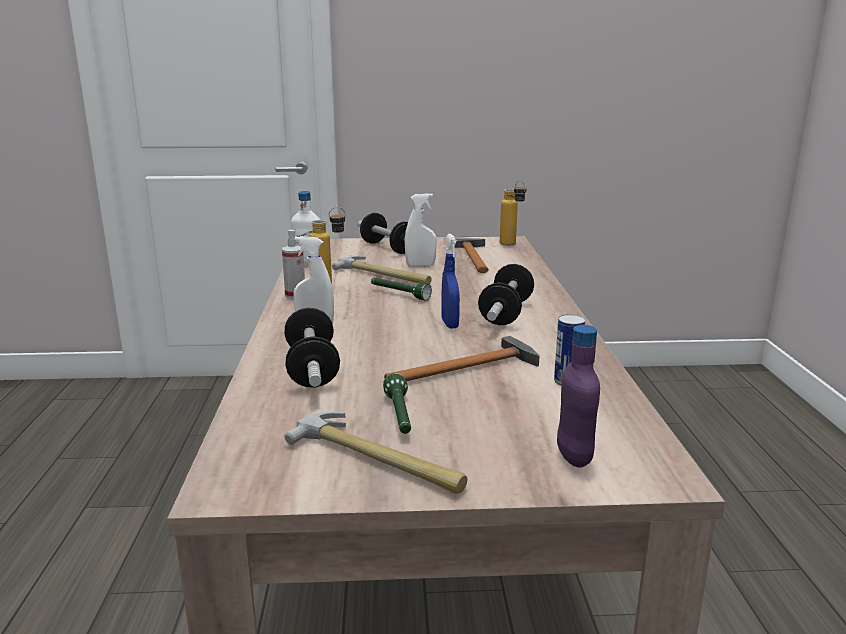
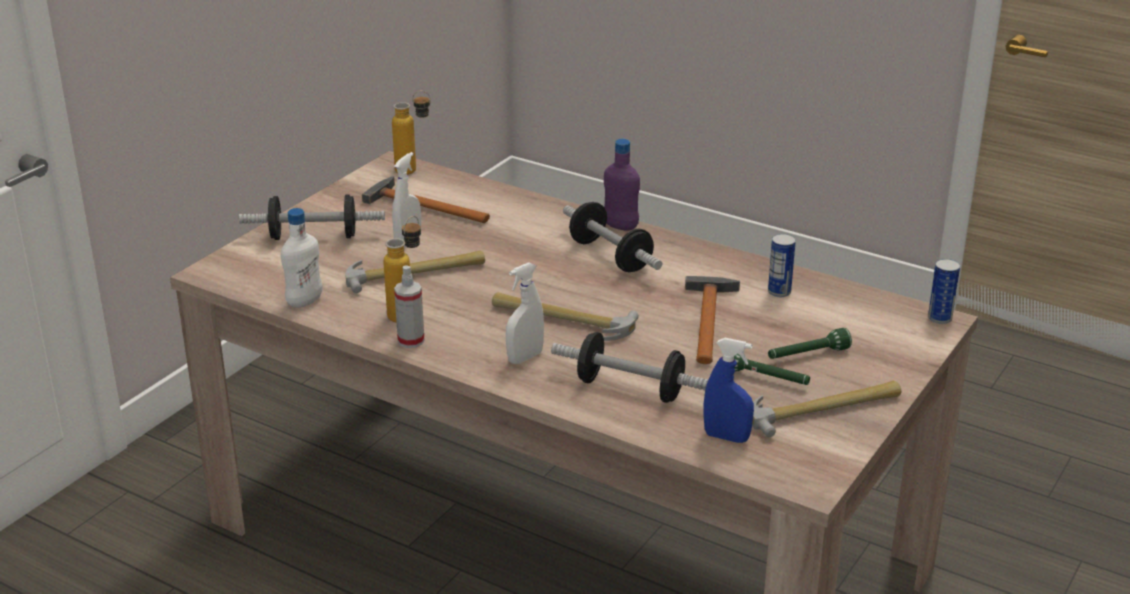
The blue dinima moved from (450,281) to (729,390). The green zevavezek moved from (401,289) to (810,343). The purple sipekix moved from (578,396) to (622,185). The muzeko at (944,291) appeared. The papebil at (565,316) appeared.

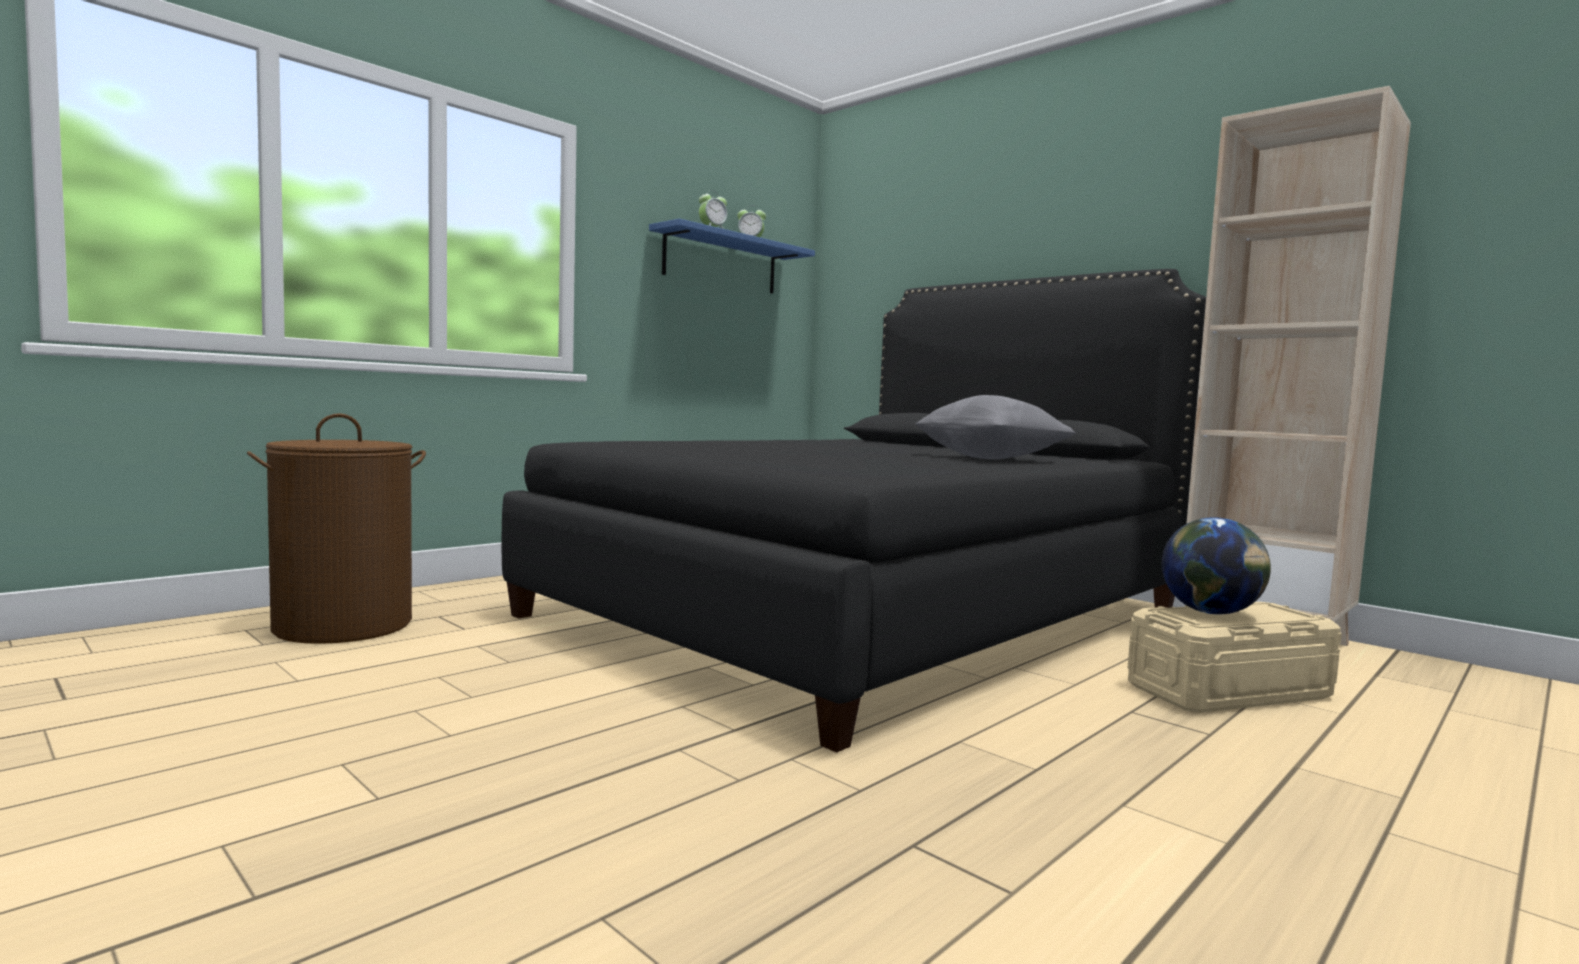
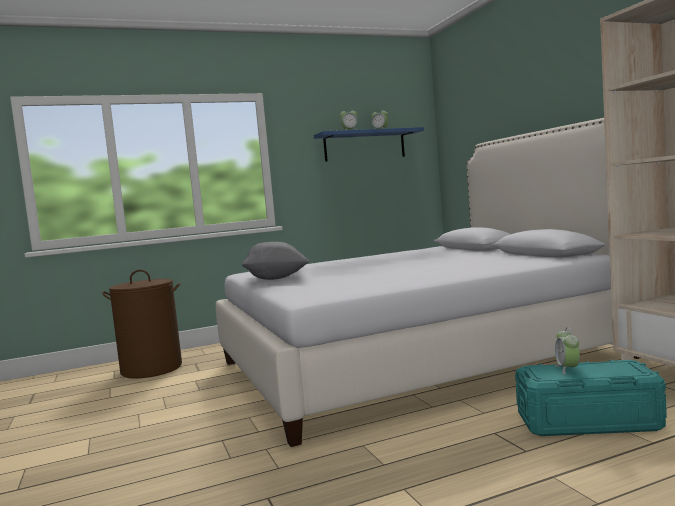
The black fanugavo at (854,511) became the white fanugavo at (428,282). The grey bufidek moved from (995,427) to (275,261). The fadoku at (1216,565) was replaced by the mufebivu at (567,351). The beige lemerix at (1235,657) became the turquoise lemerix at (591,398).

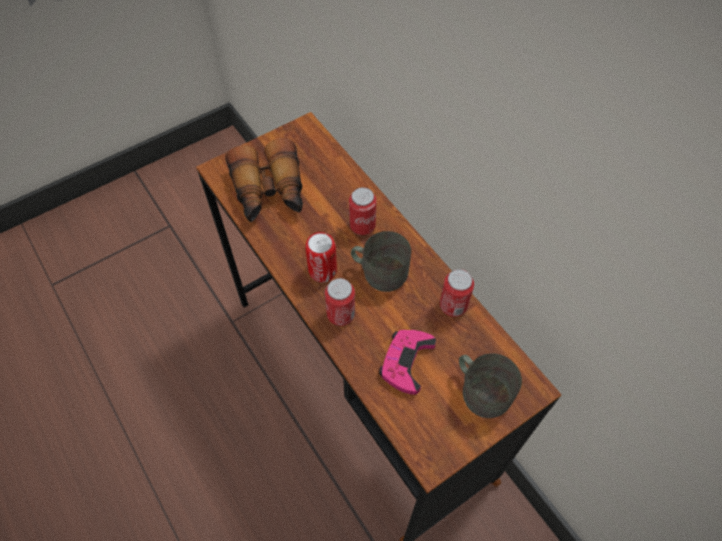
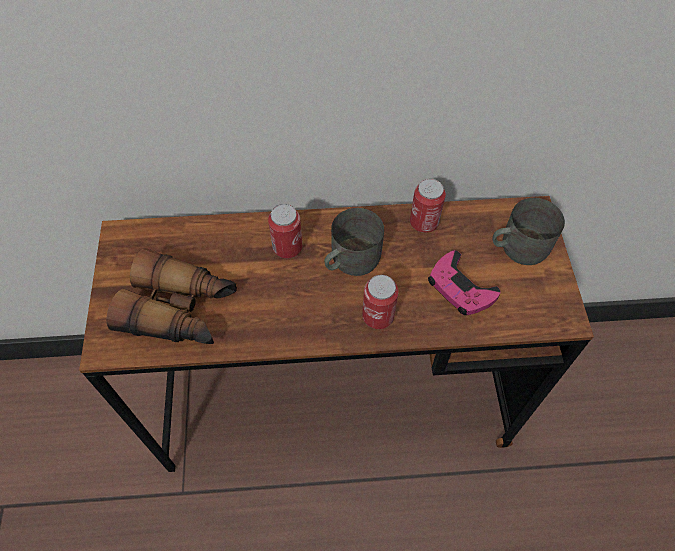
The muzeko at (321,257) disappeared.

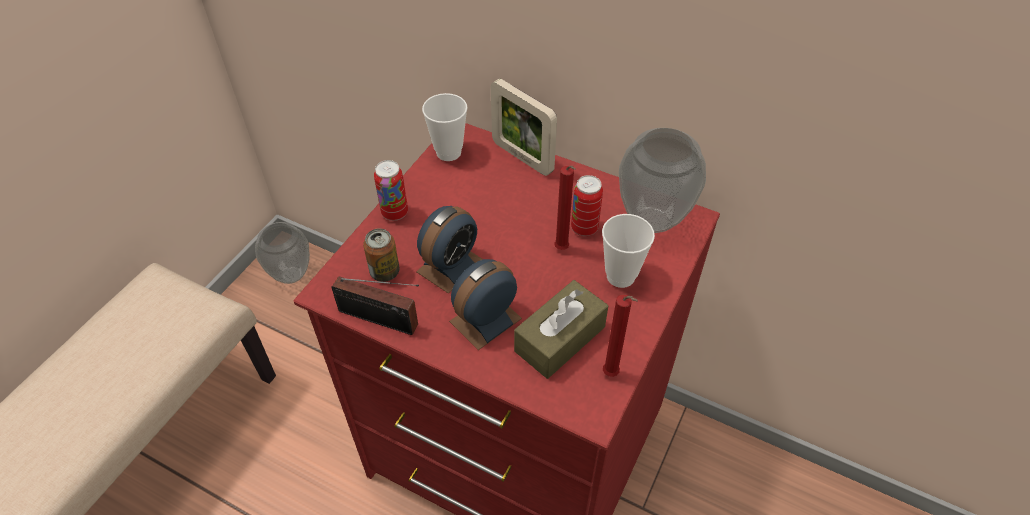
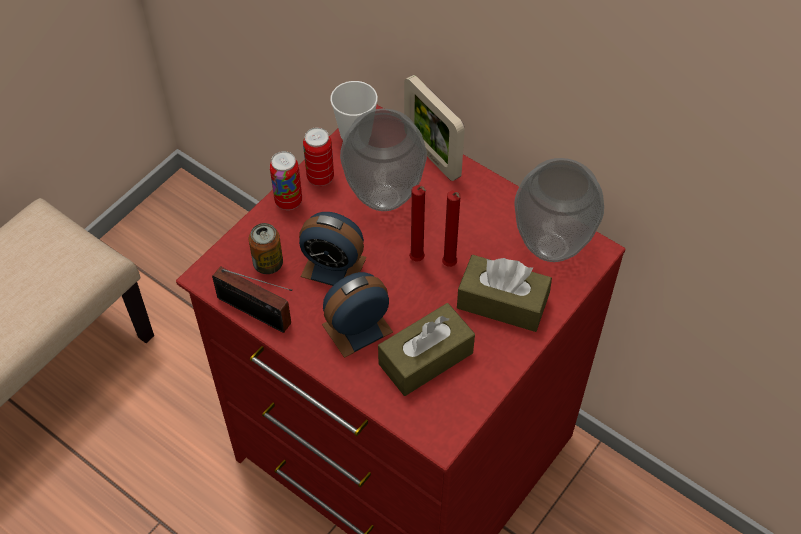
The muzeko moved from (587,205) to (318,156). The mufebivu at (449,250) turned 60 degrees clockwise. The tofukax at (628,251) was replaced by the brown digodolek at (504,293). The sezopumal moved from (282,253) to (383,160). The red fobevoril moved from (620,335) to (417,223).

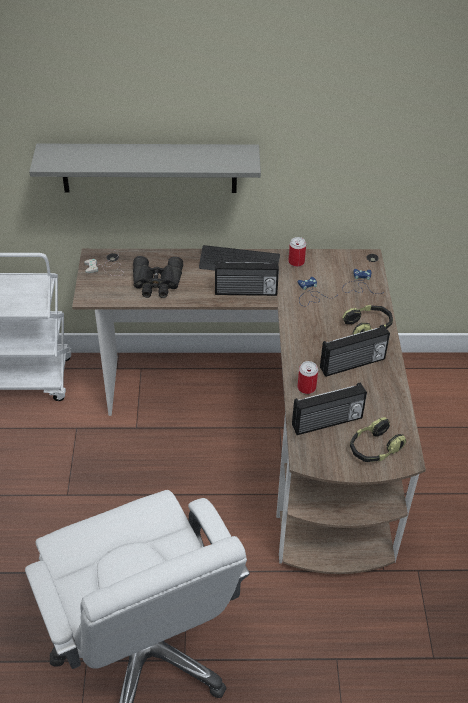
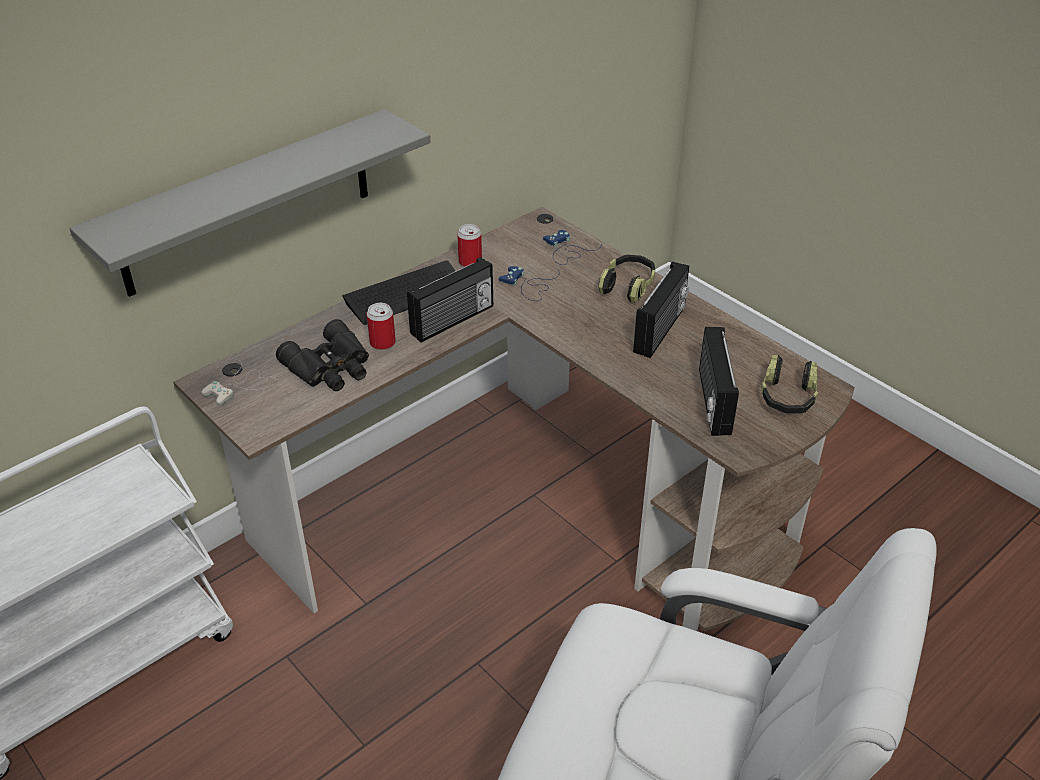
The muzeko moved from (307,377) to (381,326). The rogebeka at (329,408) turned 150 degrees clockwise.

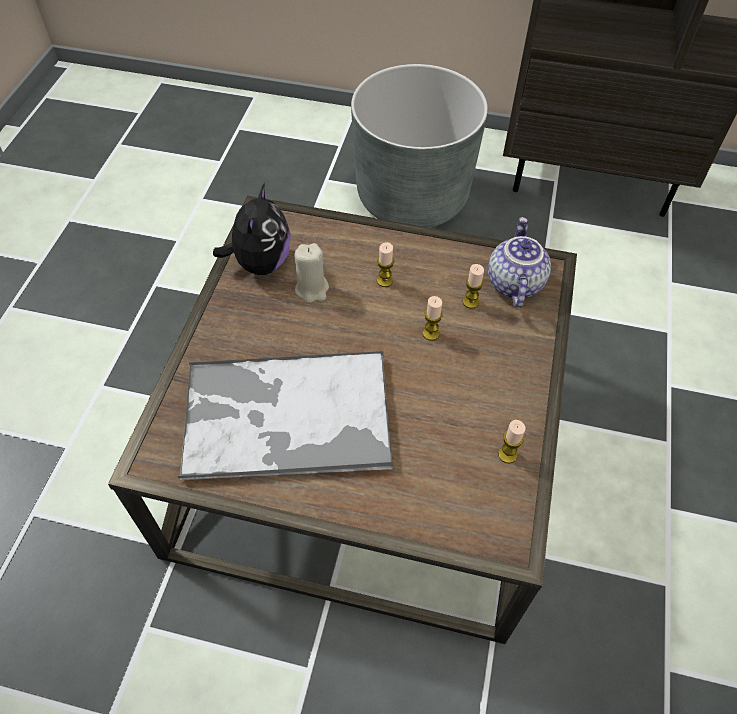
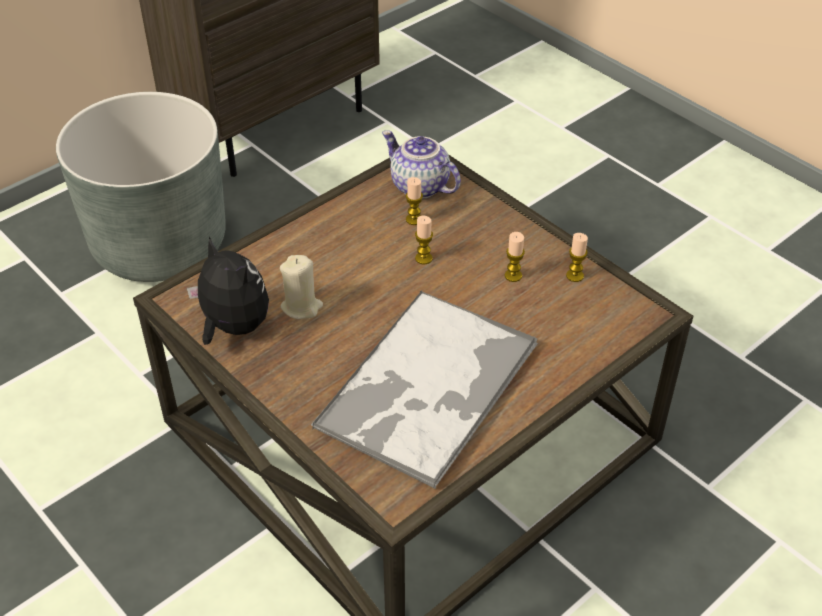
The fobevoril moved from (385,264) to (515,257).

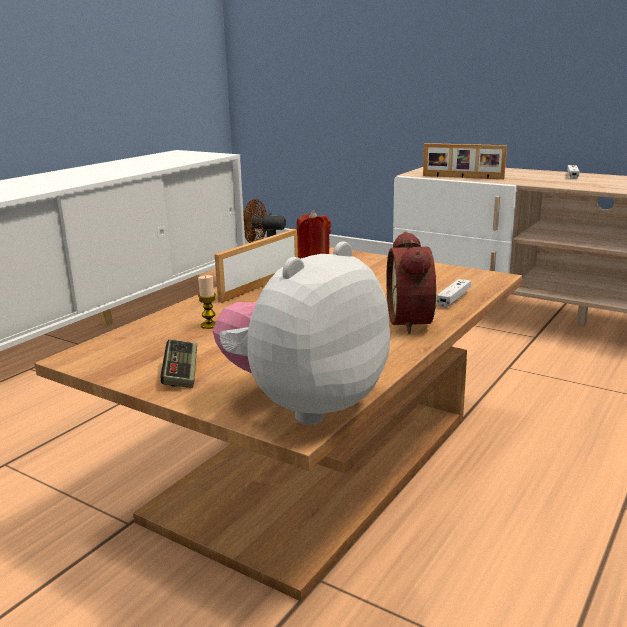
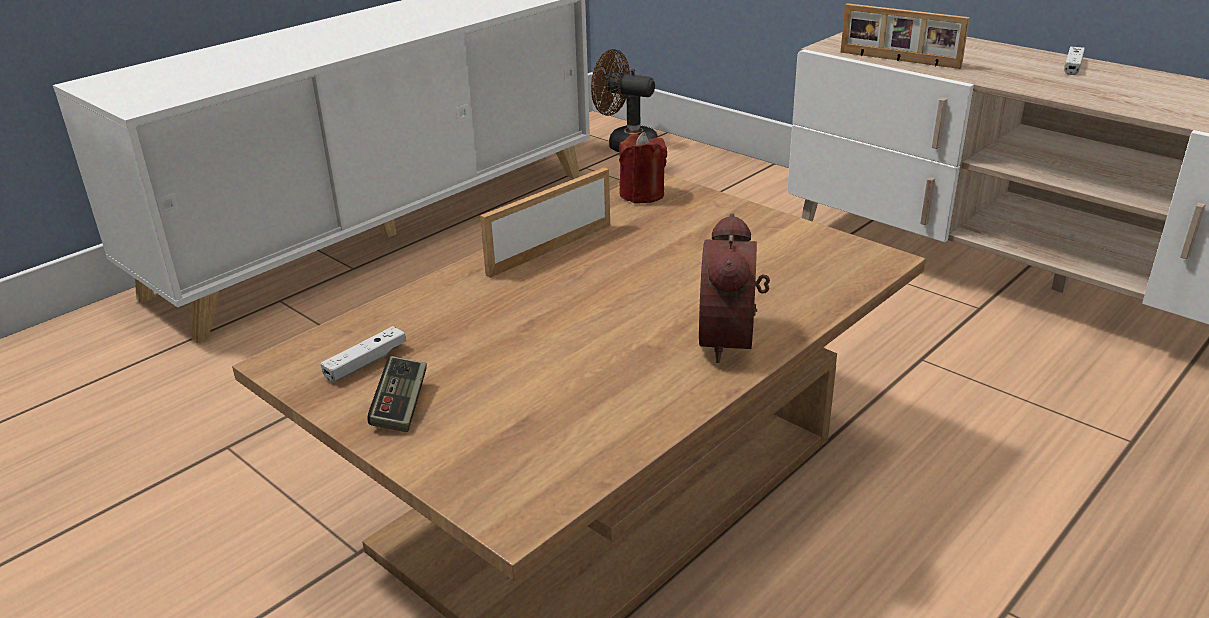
The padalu at (301,333) disappeared. The fobevoril at (207,302) disappeared. The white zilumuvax moved from (454,293) to (363,354).

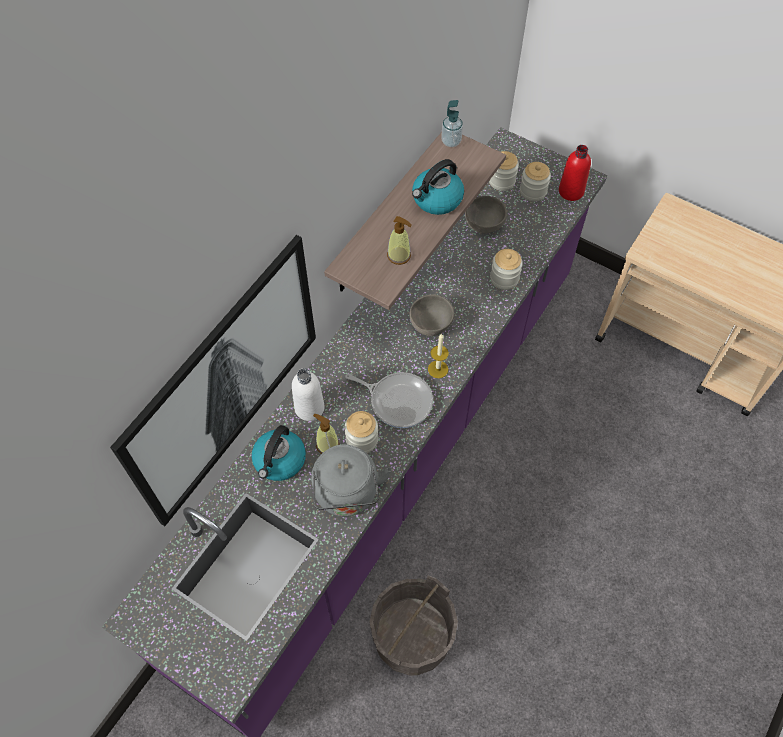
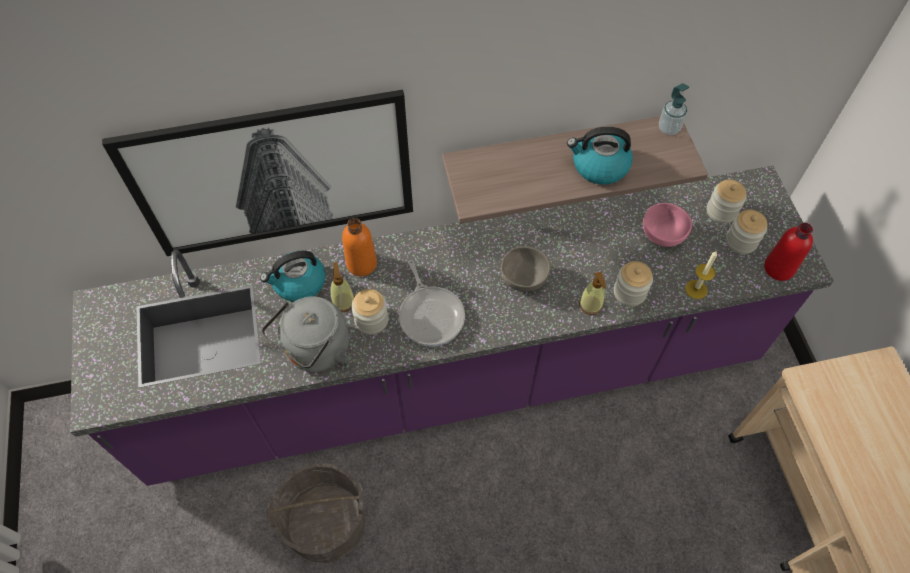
The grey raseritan at (486,214) became the pink raseritan at (667,225). The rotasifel moved from (399,240) to (592,293). The fobevoril moved from (438,356) to (701,275). The white sipekix at (308,394) became the orange sipekix at (359,247).

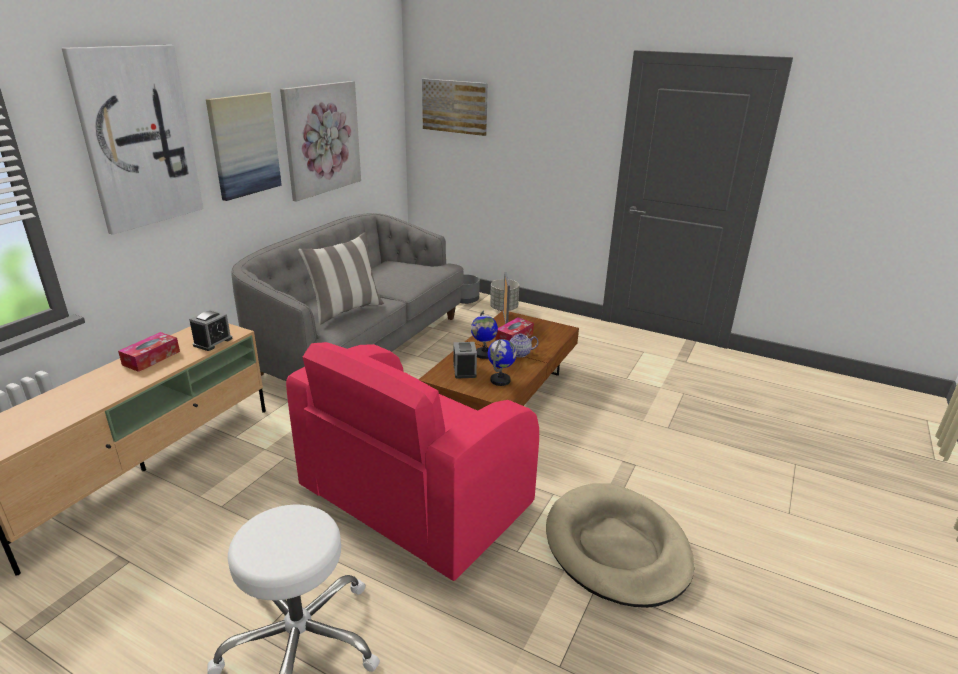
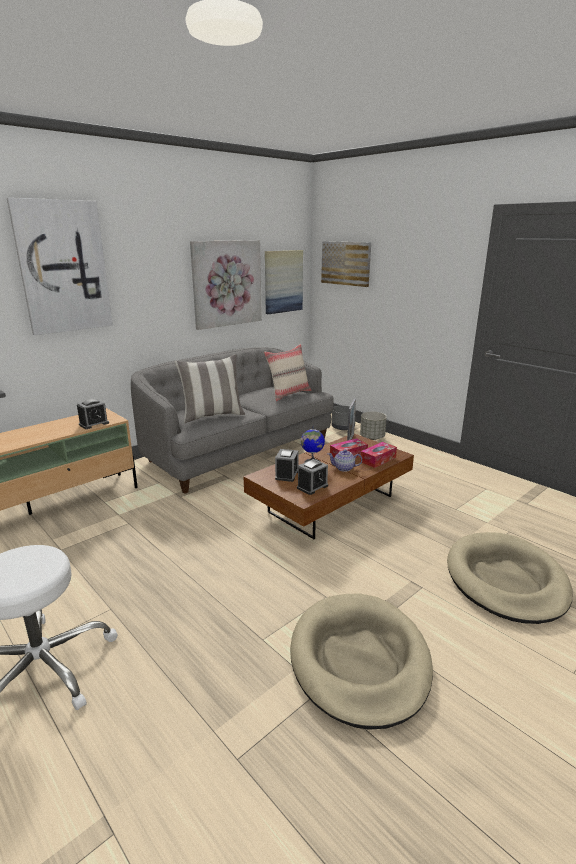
The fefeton moved from (244,146) to (284,282). The digodolek moved from (149,352) to (378,455). The fadoku at (502,362) was replaced by the mufebivu at (312,477). The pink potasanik at (412,461) disappeared. The beige bufidek at (288,372) appeared. The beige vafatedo at (509,578) appeared.

